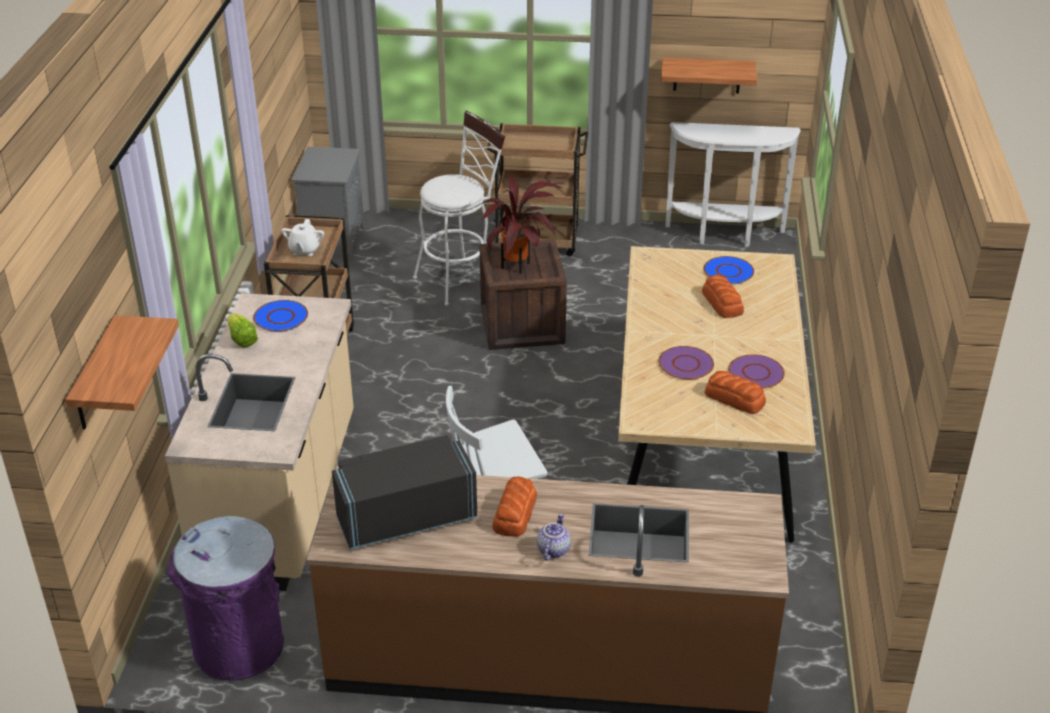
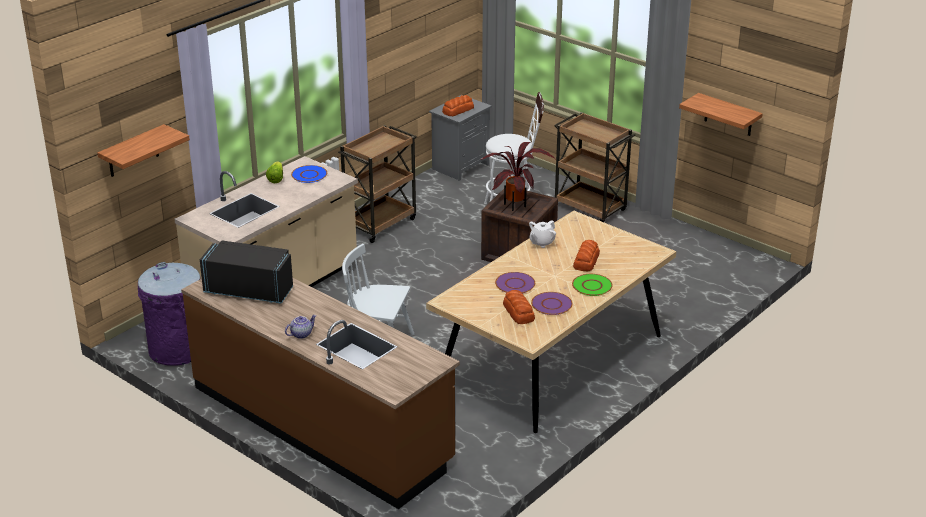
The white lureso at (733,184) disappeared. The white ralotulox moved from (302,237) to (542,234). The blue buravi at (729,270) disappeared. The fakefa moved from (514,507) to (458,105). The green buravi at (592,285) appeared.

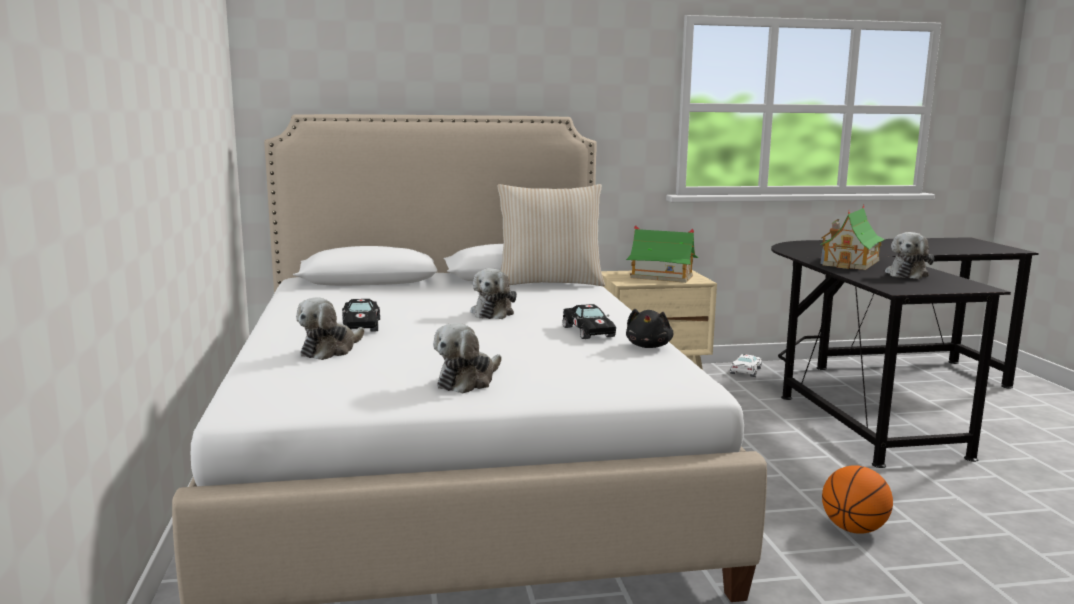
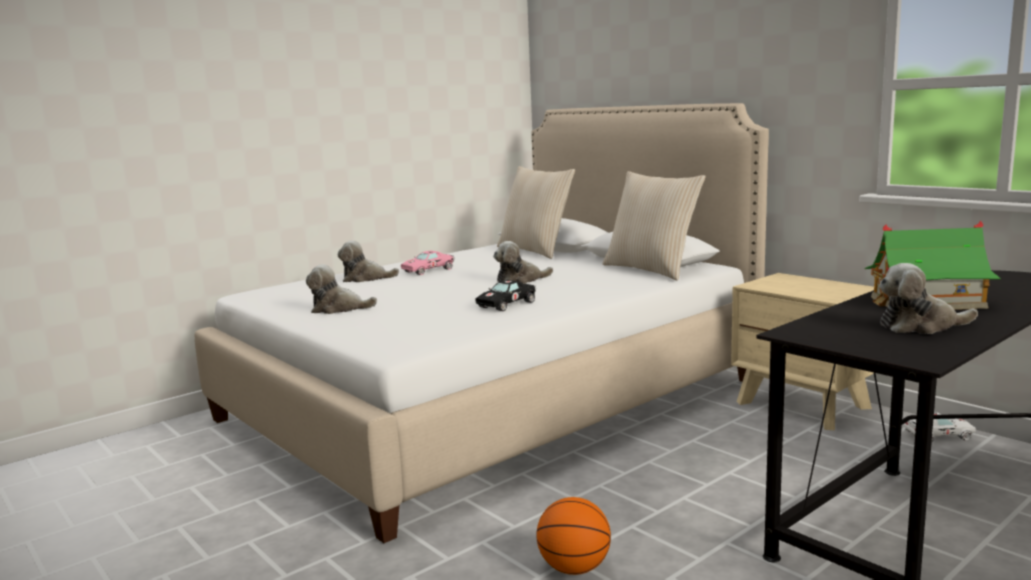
The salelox at (662,254) disappeared. The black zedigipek at (361,315) became the pink zedigipek at (427,262). The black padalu at (649,328) disappeared. The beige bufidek at (536,212) appeared.

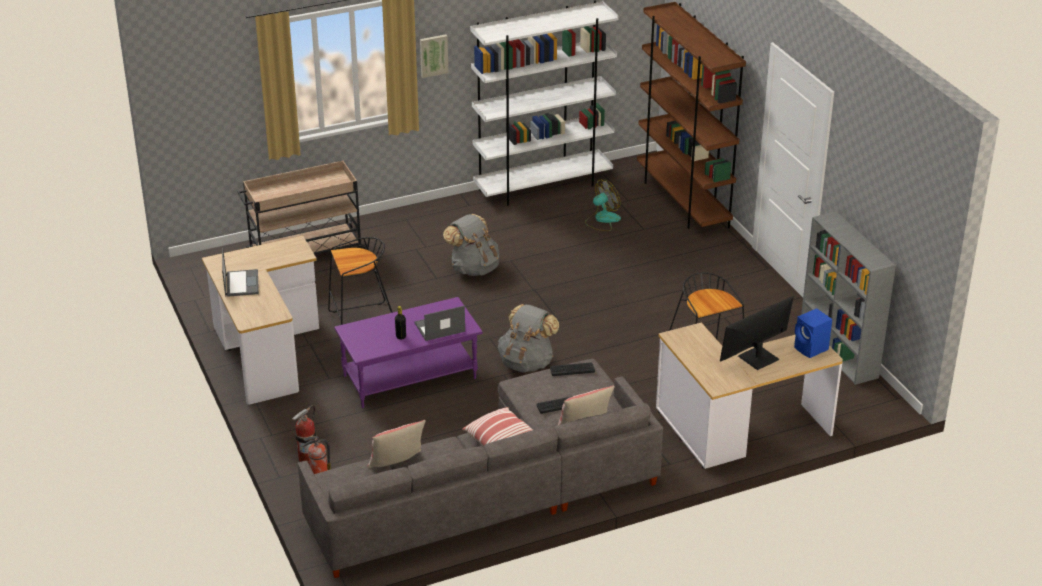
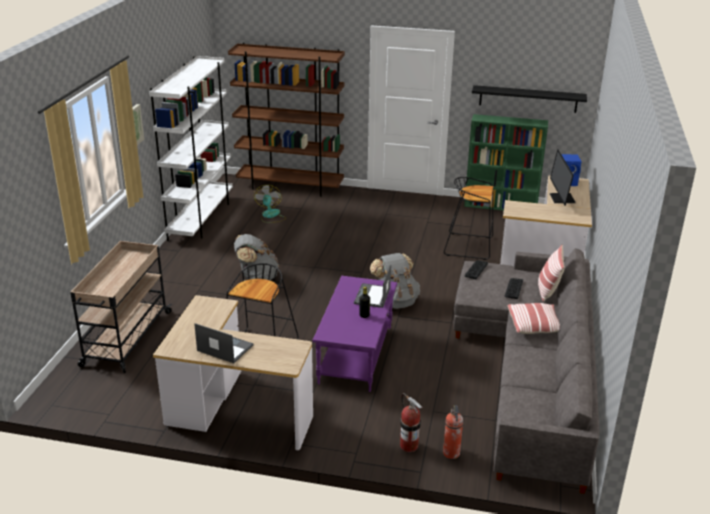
The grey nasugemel at (848,298) became the green nasugemel at (506,162). The bufidek at (396,444) disappeared. The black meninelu at (529,99) appeared.

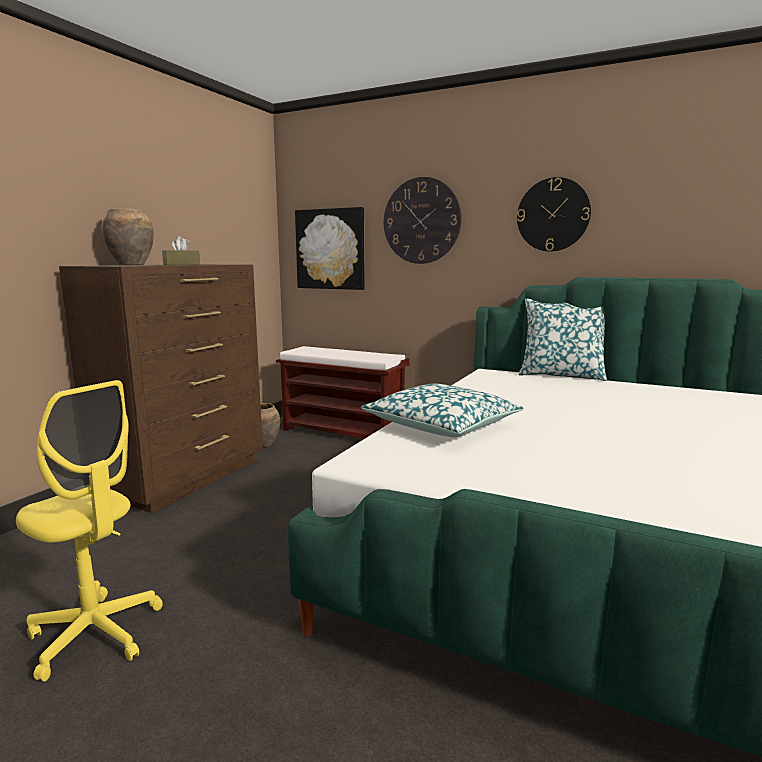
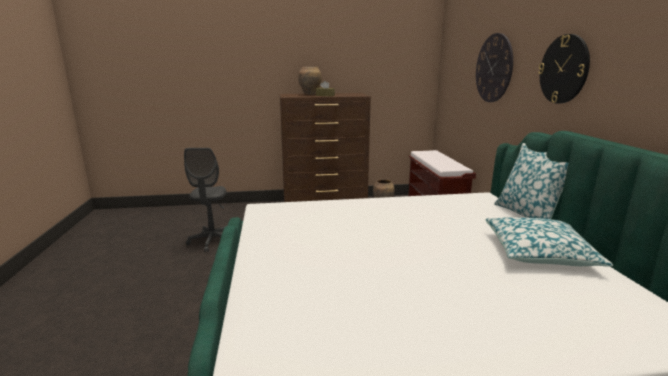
The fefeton at (330,248) disappeared. The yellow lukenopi at (89,530) became the grey lukenopi at (205,200). The bufidek moved from (442,410) to (549,242).

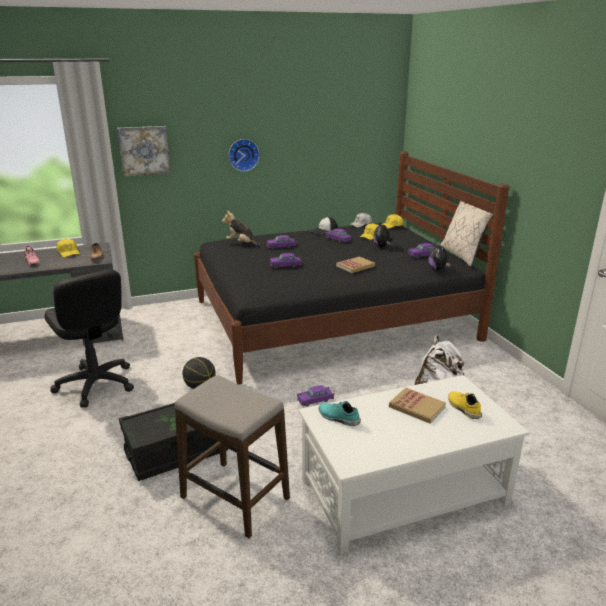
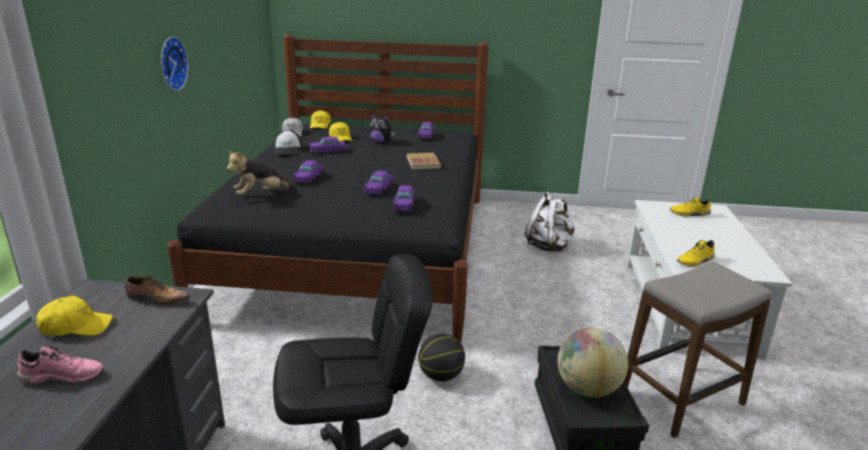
The fefeton at (144,151) disappeared. The beige bufidek at (467,234) disappeared. The padalu at (439,255) disappeared. The purple zedigipek moved from (315,395) to (404,198). The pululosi at (417,406) disappeared. The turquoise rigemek at (339,413) became the yellow rigemek at (696,253). The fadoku at (593,362) appeared.

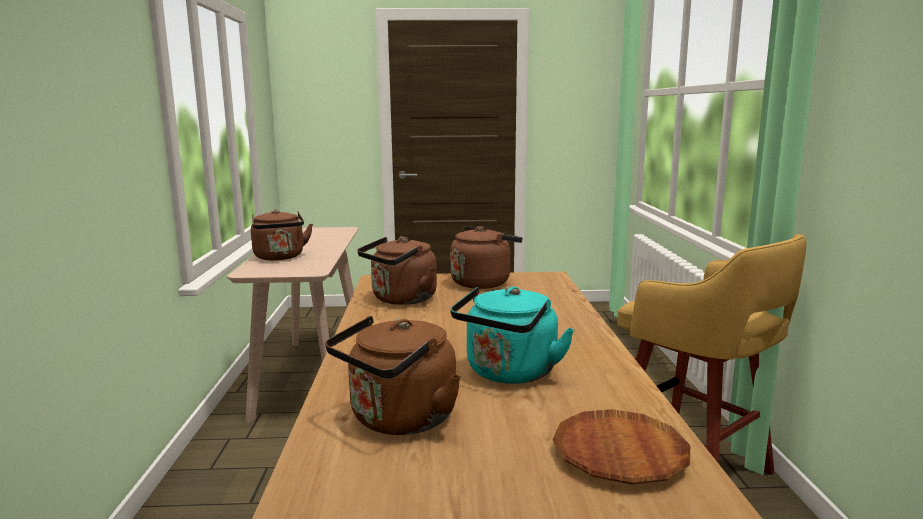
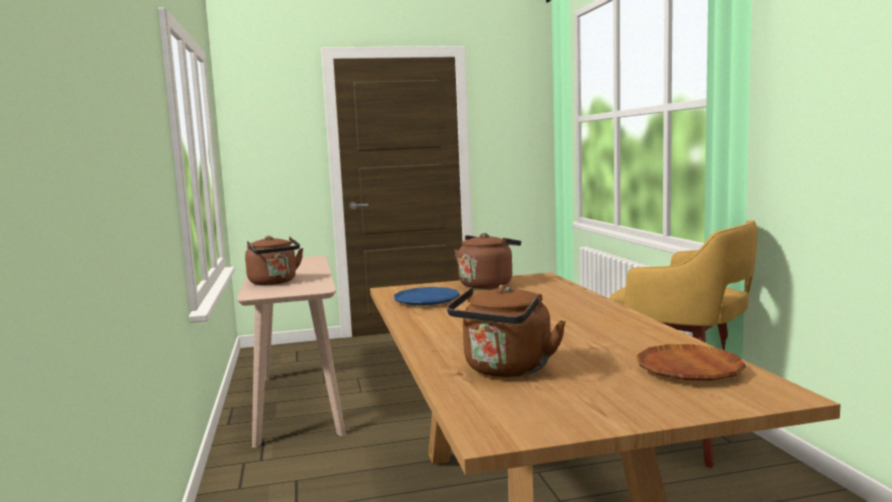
The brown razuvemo at (397,271) was replaced by the blue buravi at (427,296). The turquoise razuvemo at (512,335) disappeared.

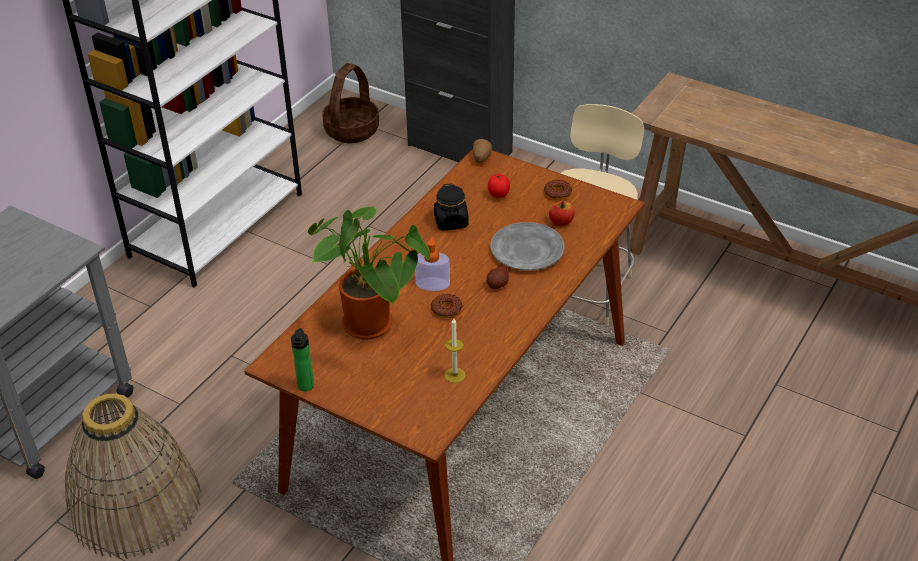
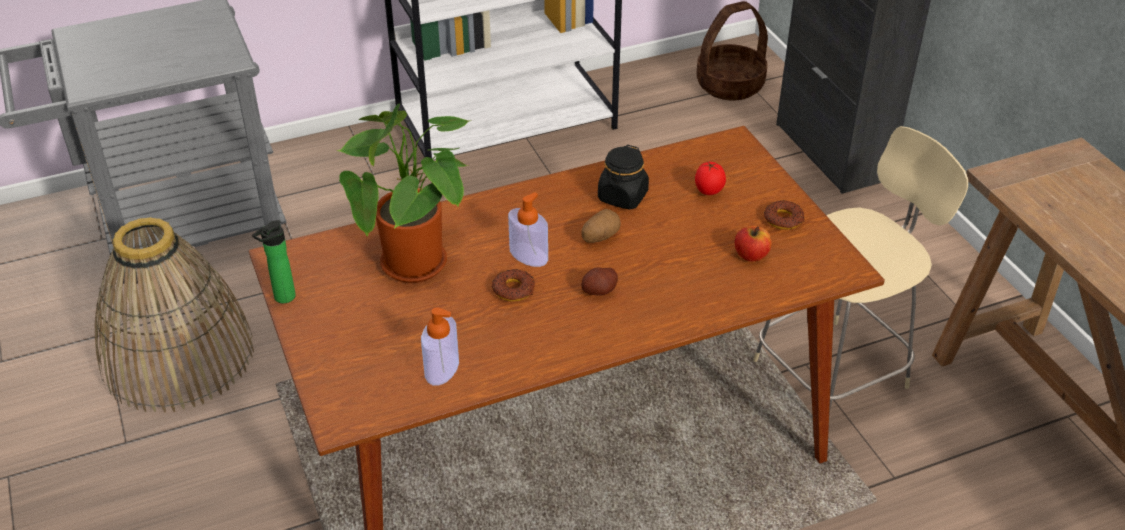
The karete moved from (482,151) to (601,226). The grey buravi at (527,246) disappeared. The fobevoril at (455,350) was replaced by the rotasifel at (440,346).

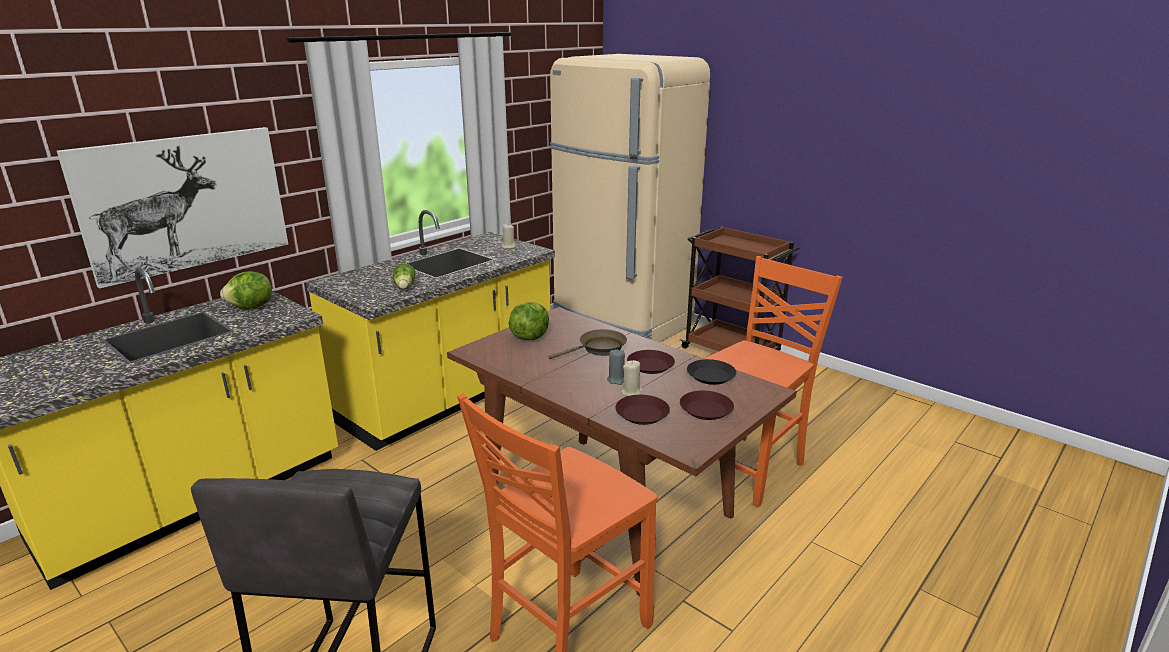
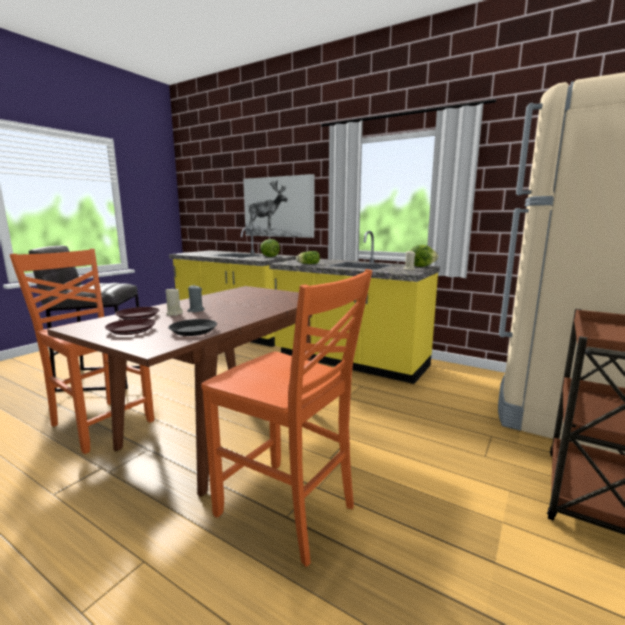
The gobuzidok moved from (529,321) to (424,256). The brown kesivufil at (587,344) disappeared. The brown buravi at (651,362) disappeared.

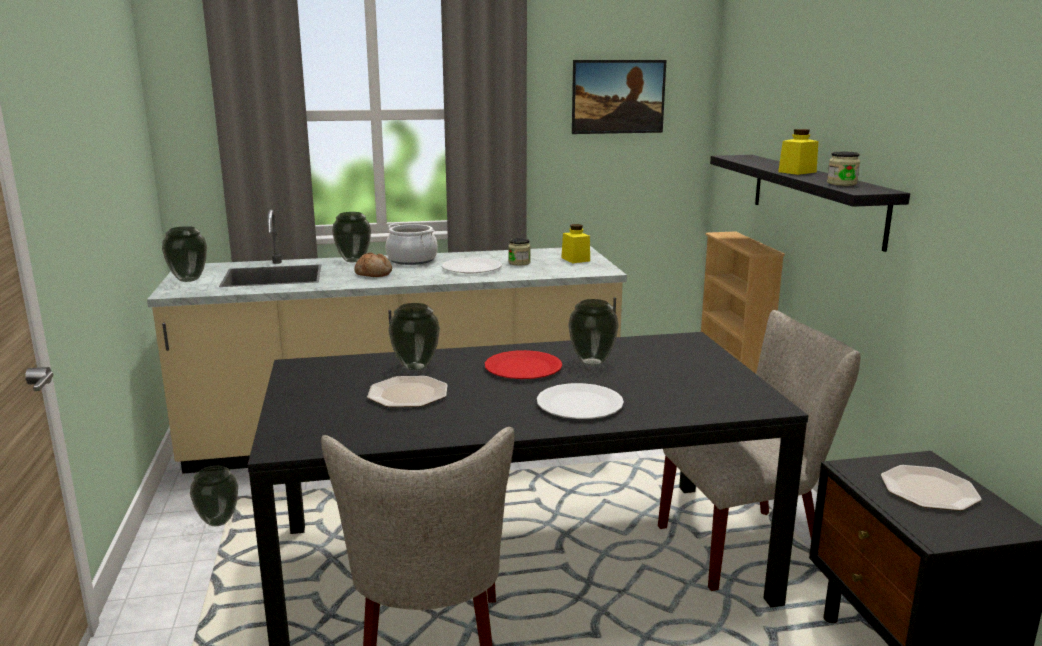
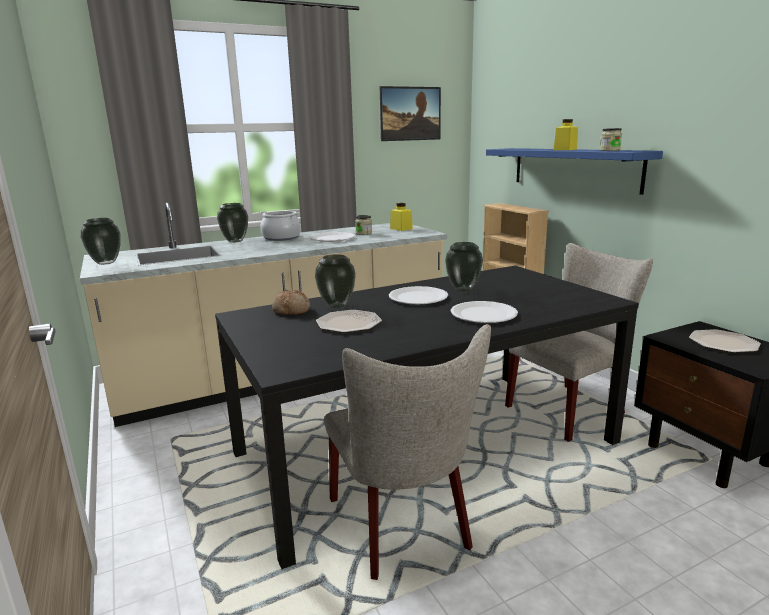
The black meninelu at (810,203) became the blue meninelu at (574,171). The fakefa moved from (373,264) to (291,302). The red buravi at (523,364) became the white buravi at (418,295). The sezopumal at (214,495) disappeared.

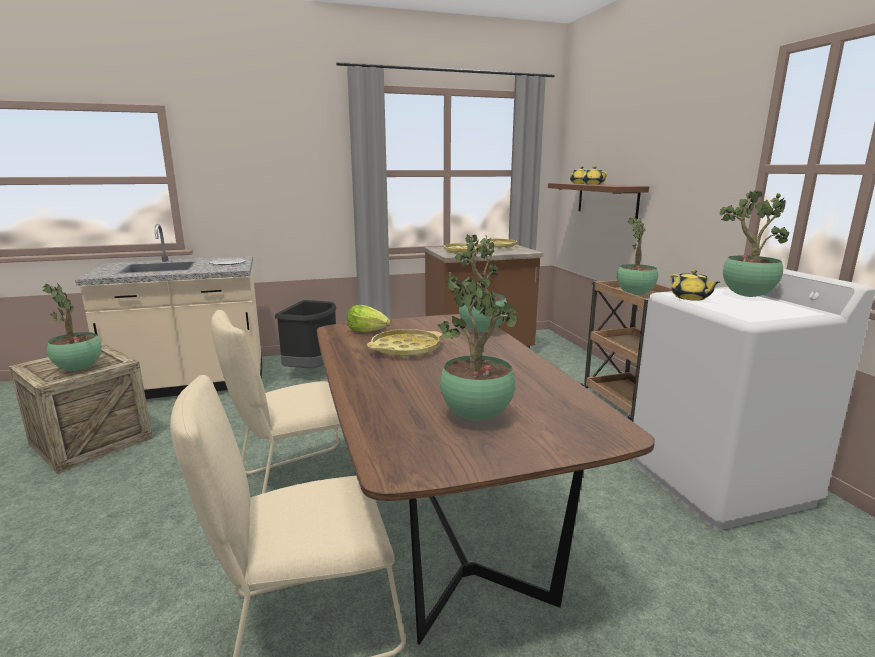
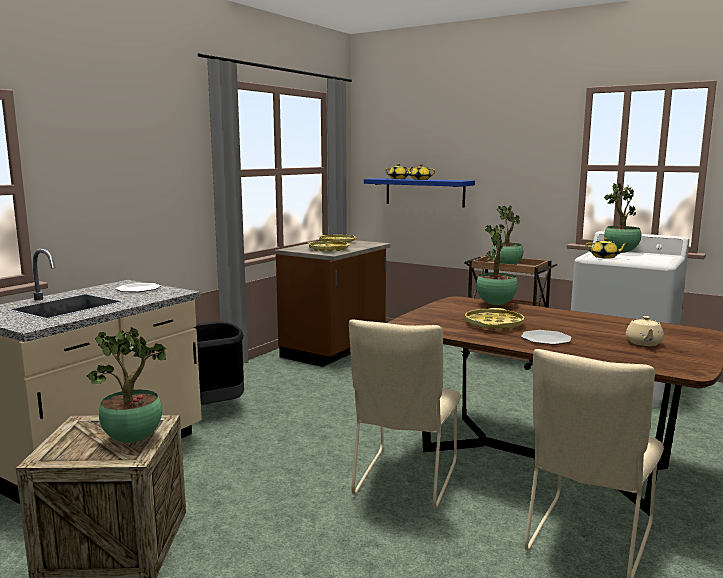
The brown meninelu at (598,201) became the blue meninelu at (419,193). The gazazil at (477,348) was replaced by the beige ralotulox at (645,331). The gobuzidok at (369,318) disappeared. The buravi at (546,337) appeared.

